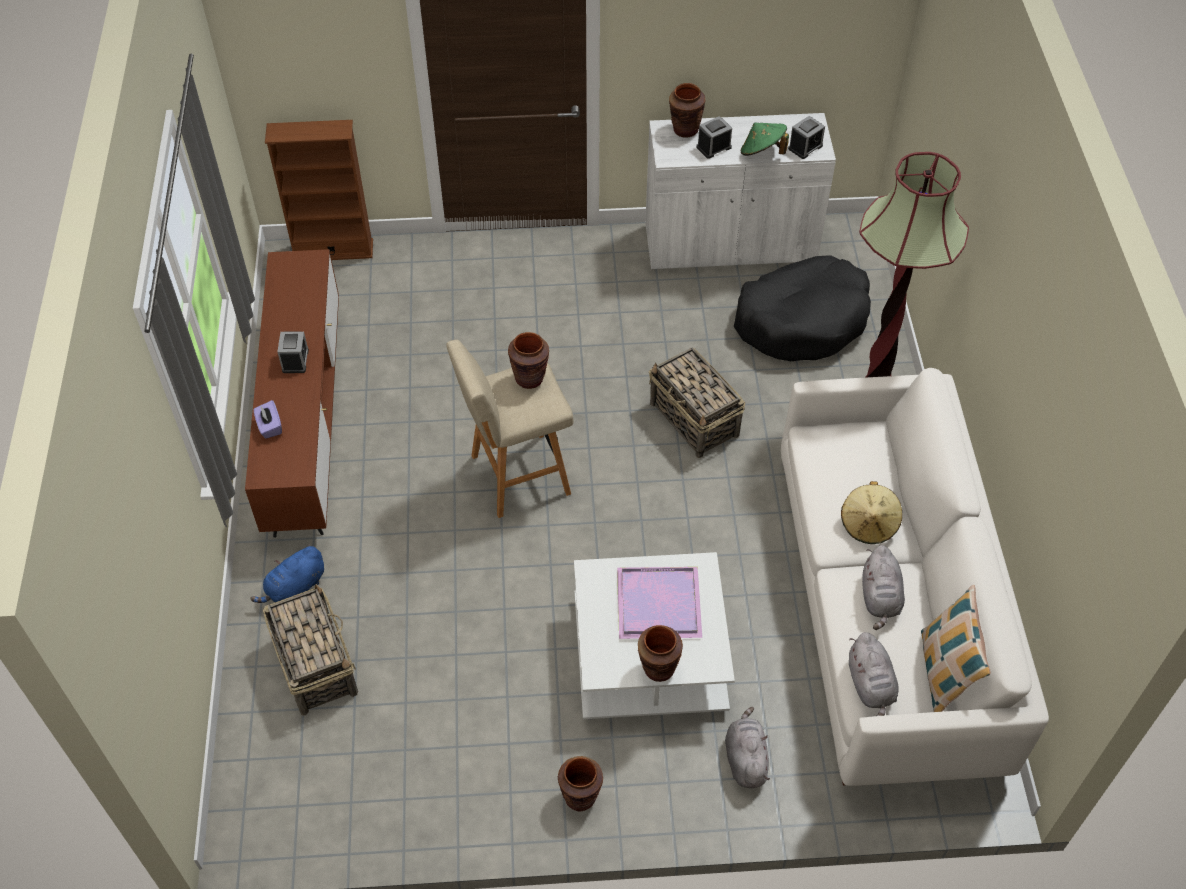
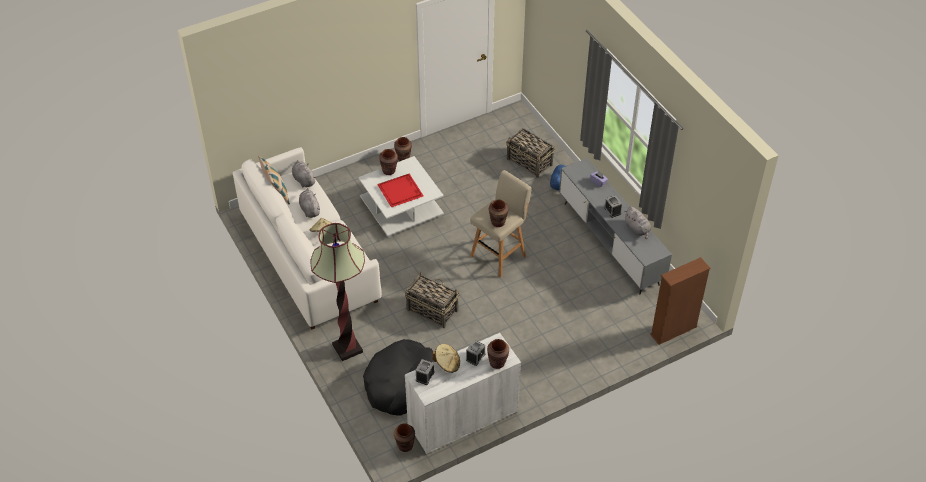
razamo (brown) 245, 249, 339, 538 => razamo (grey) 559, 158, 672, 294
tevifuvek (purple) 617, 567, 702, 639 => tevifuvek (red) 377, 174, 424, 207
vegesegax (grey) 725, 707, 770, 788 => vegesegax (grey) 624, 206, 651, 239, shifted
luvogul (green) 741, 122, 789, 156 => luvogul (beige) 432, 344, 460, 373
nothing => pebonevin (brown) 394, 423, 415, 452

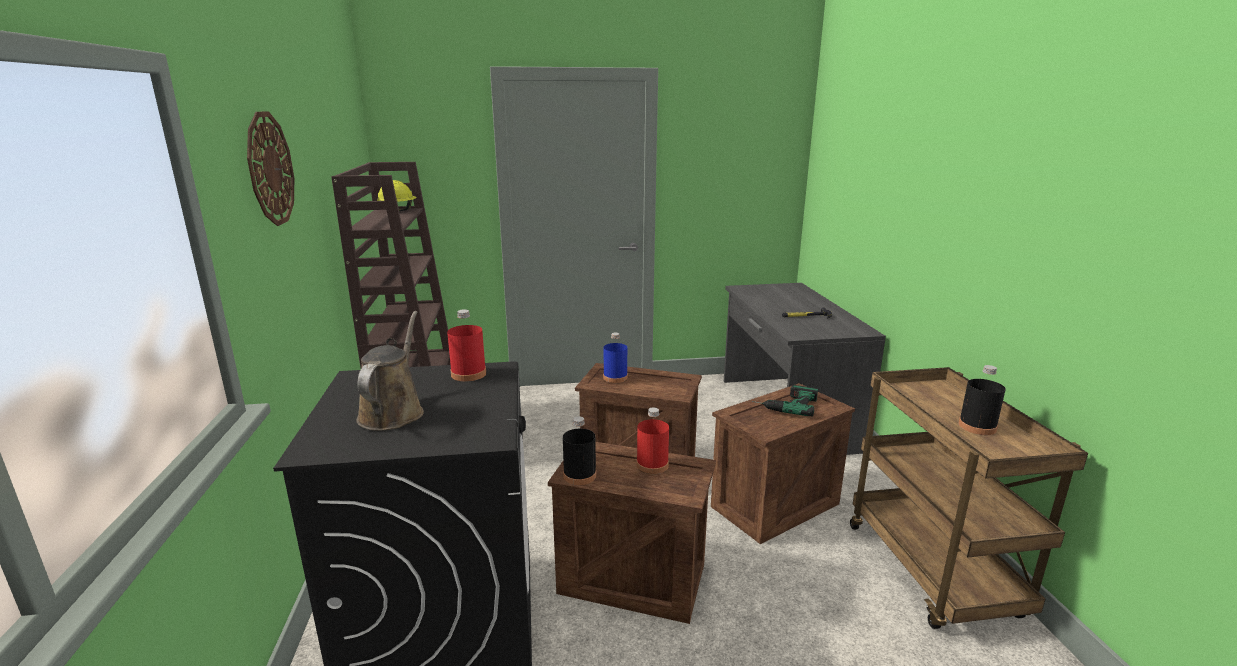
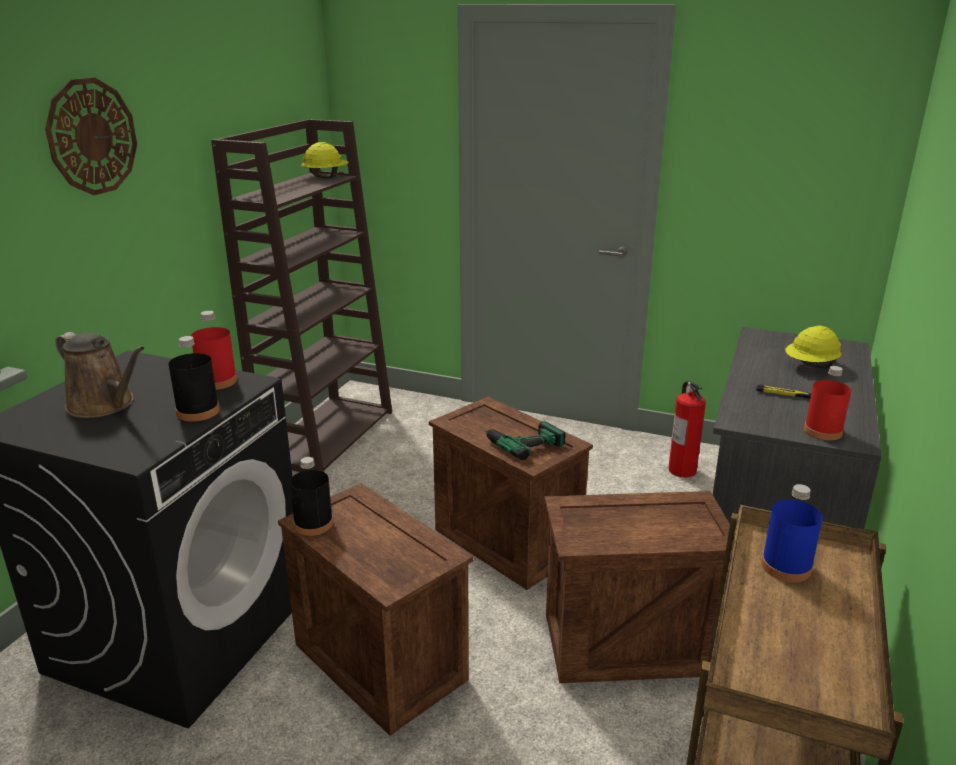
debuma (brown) 356, 311, 424, 431 => debuma (brown) 55, 332, 144, 418, 90 degrees clockwise
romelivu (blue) 603, 333, 628, 383 => romelivu (blue) 761, 484, 823, 583, shifted
romelivu (red) 636, 407, 669, 474 => romelivu (red) 804, 366, 851, 440, shifted
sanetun 752, 385, 818, 417 => sanetun 479, 421, 565, 460, shifted
romelivu (black) 959, 365, 1006, 435 => romelivu (black) 168, 336, 220, 422, shifted
nothing => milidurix 669, 380, 706, 478
nothing => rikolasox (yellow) 786, 326, 842, 368

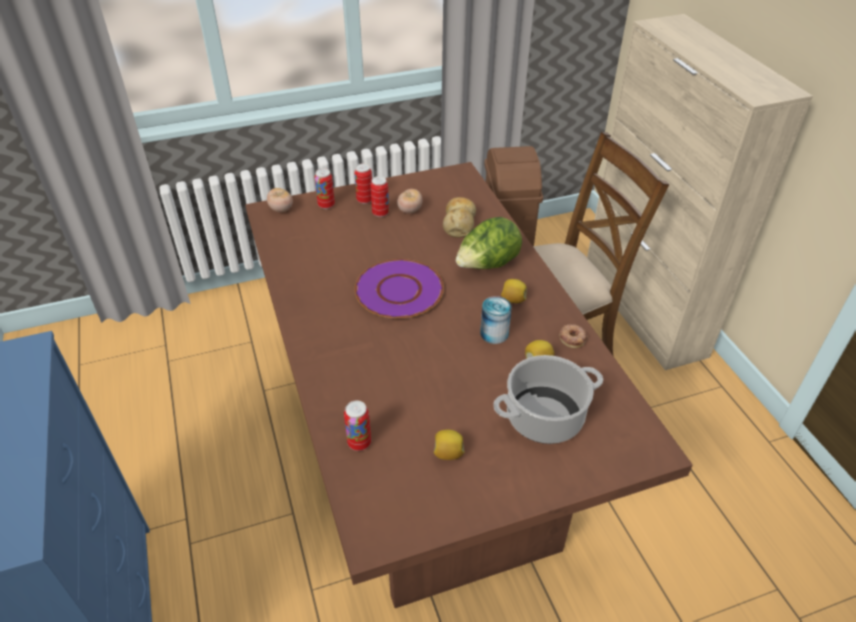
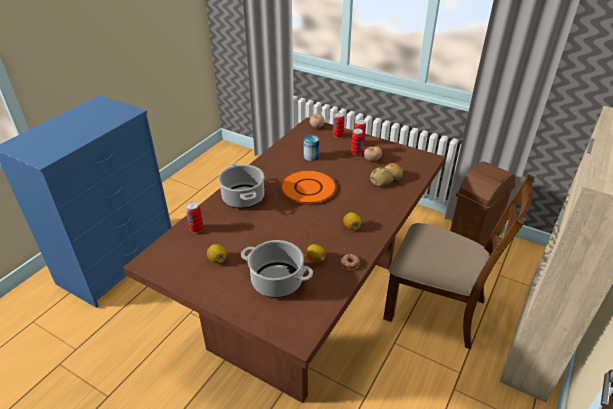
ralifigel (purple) 355, 259, 444, 319 => ralifigel (orange) 280, 170, 337, 204
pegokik 456, 217, 522, 269 => nothing
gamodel 480, 296, 512, 344 => gamodel 304, 135, 319, 161, shifted
nothing => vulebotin 218, 163, 264, 209

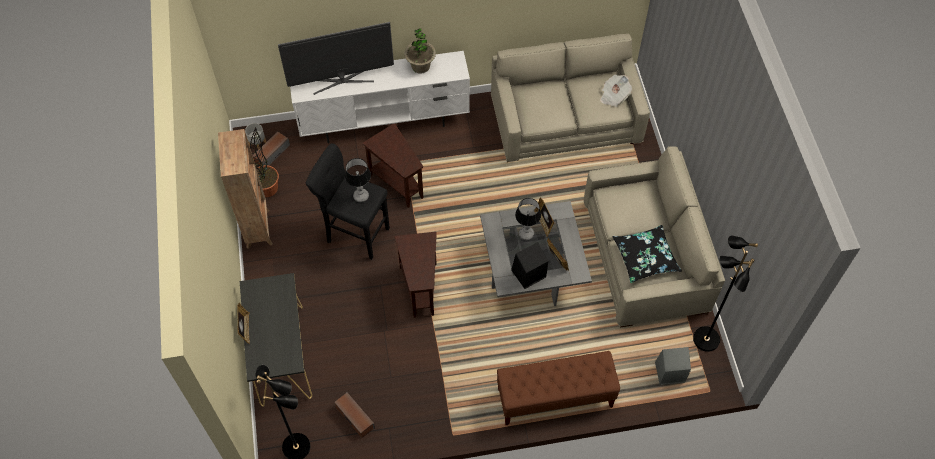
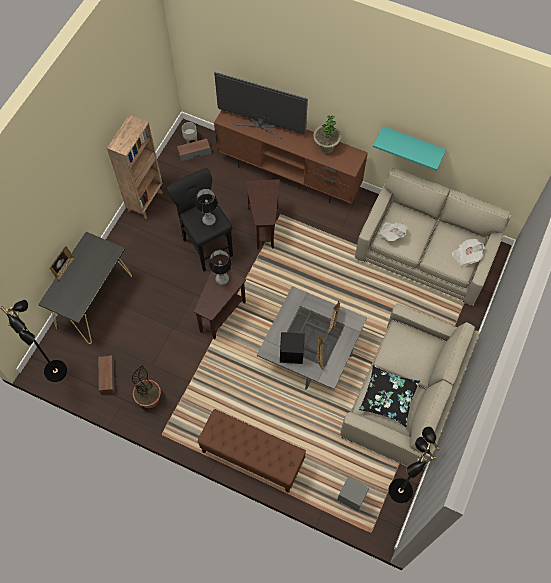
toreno 250, 127, 279, 198 => toreno 132, 365, 161, 409, shifted
razamo (white) 290, 51, 470, 144 => razamo (brown) 214, 110, 368, 204
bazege 515, 198, 541, 240 => bazege 209, 250, 232, 285, shifted
nothing => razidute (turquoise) 373, 126, 446, 171
nothing => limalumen 378, 222, 408, 241

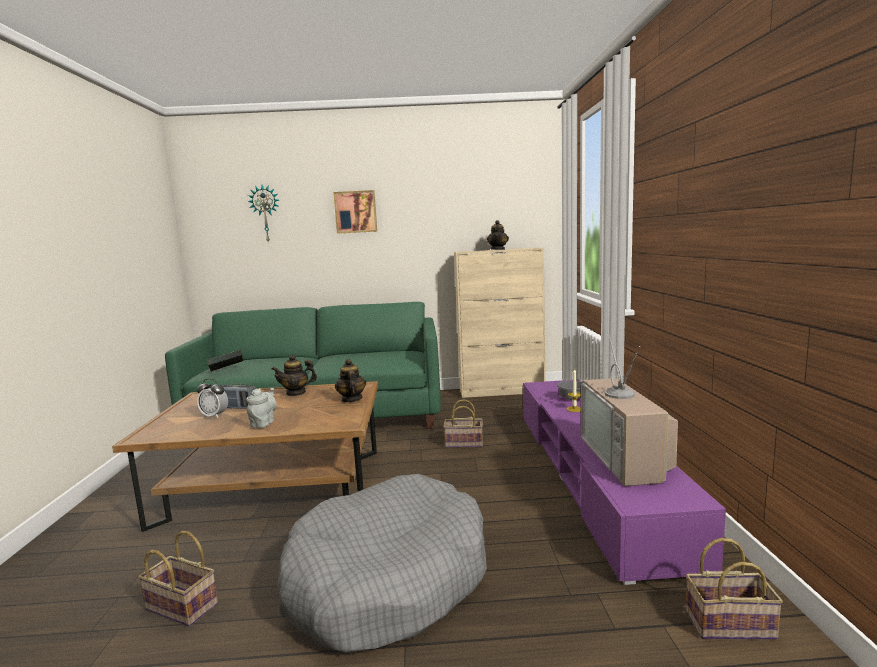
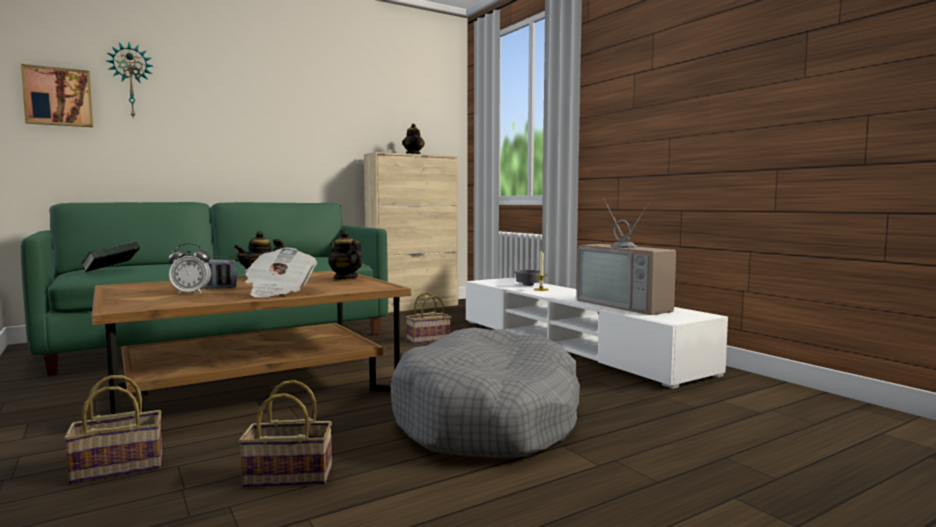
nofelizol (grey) 246, 388, 277, 428 => limalumen 245, 248, 317, 298
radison 333, 190, 377, 234 => radison 21, 64, 93, 127, shifted
razamo (purple) 523, 379, 726, 585 => razamo (white) 466, 277, 728, 389
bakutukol 686, 538, 783, 639 => bakutukol 64, 375, 162, 484, shifted

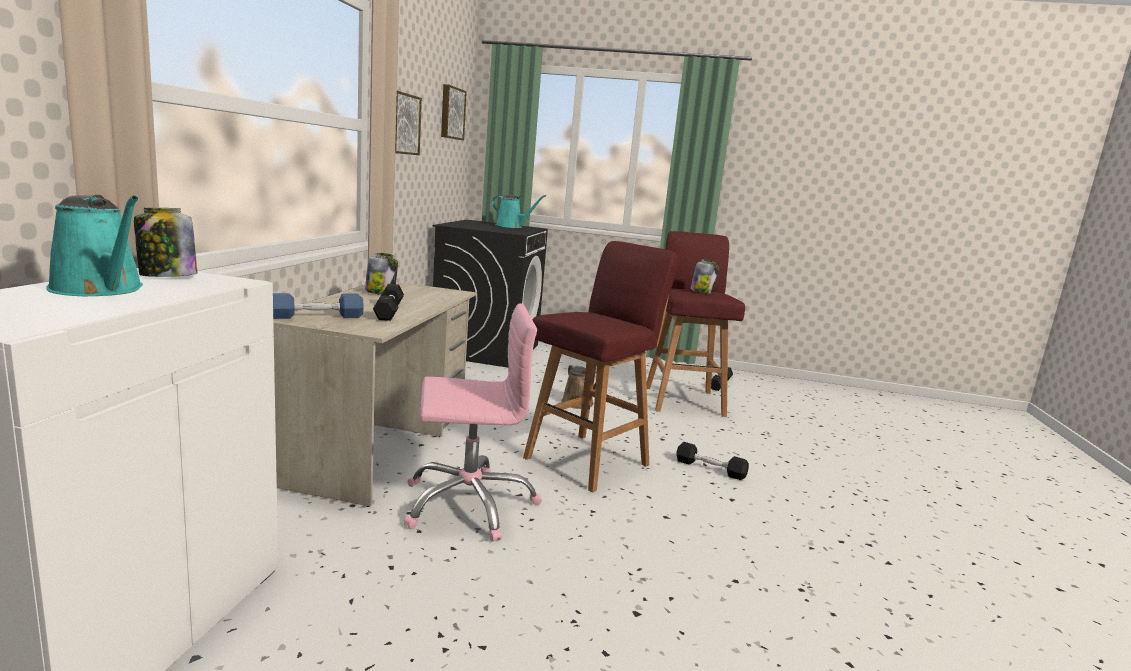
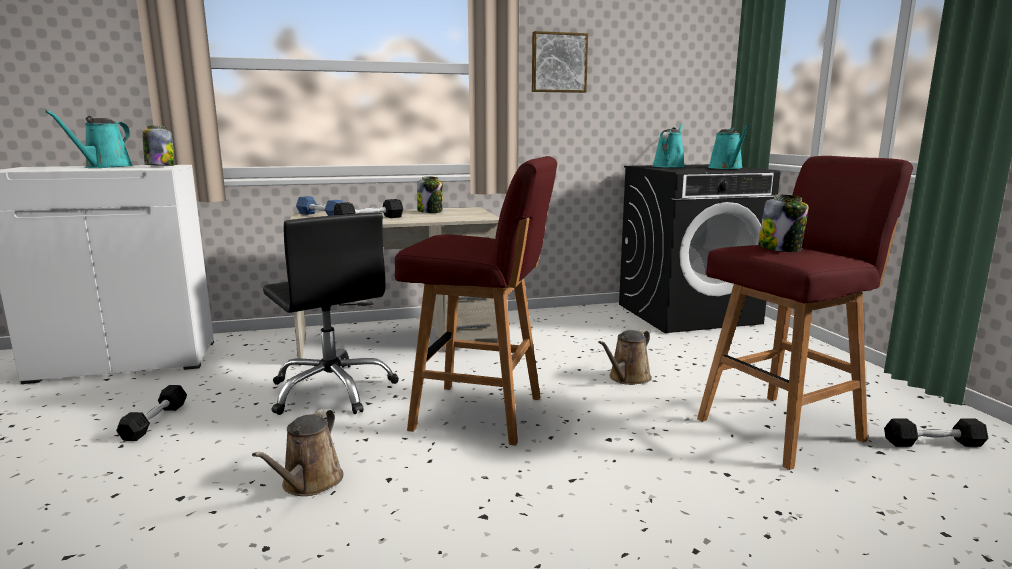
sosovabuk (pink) 404, 303, 542, 542 => sosovabuk (black) 263, 212, 399, 415
radison 441, 84, 467, 140 => nothing
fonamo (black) 676, 442, 749, 480 => fonamo (black) 116, 385, 187, 441, shifted
nothing => debuma (brown) 252, 409, 343, 496
nothing => debuma (turquoise) 652, 124, 685, 168

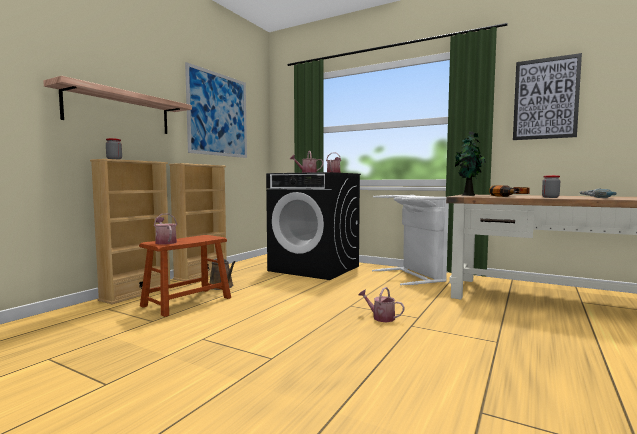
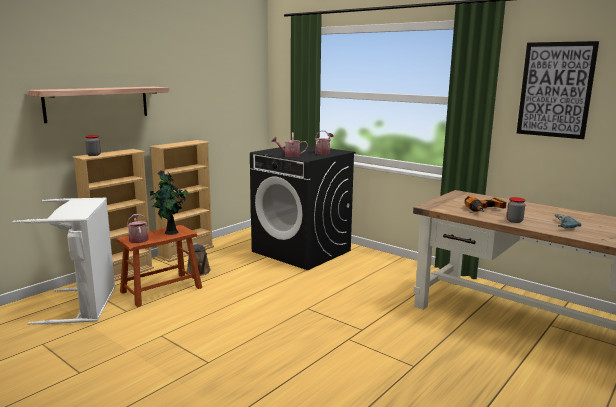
radison 185, 62, 247, 158 => nothing
debuma 358, 287, 405, 322 => nothing
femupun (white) 372, 195, 449, 285 => femupun (white) 12, 198, 115, 325, shifted
toreno 455, 131, 485, 196 => toreno 150, 170, 189, 235, shifted

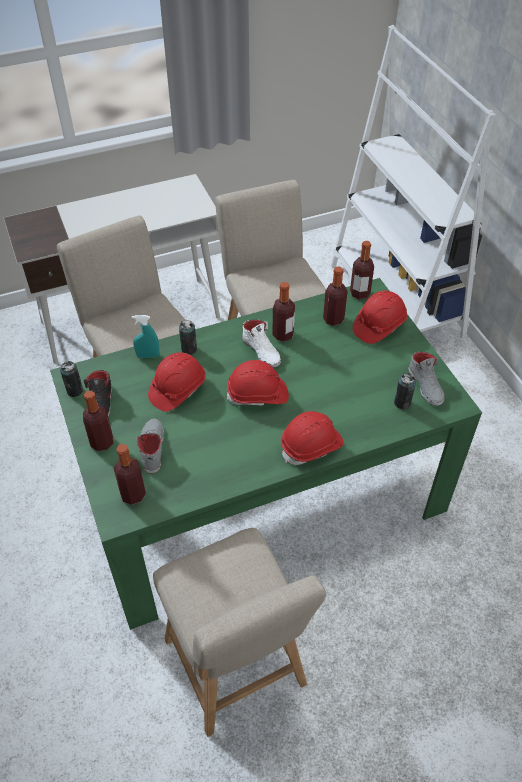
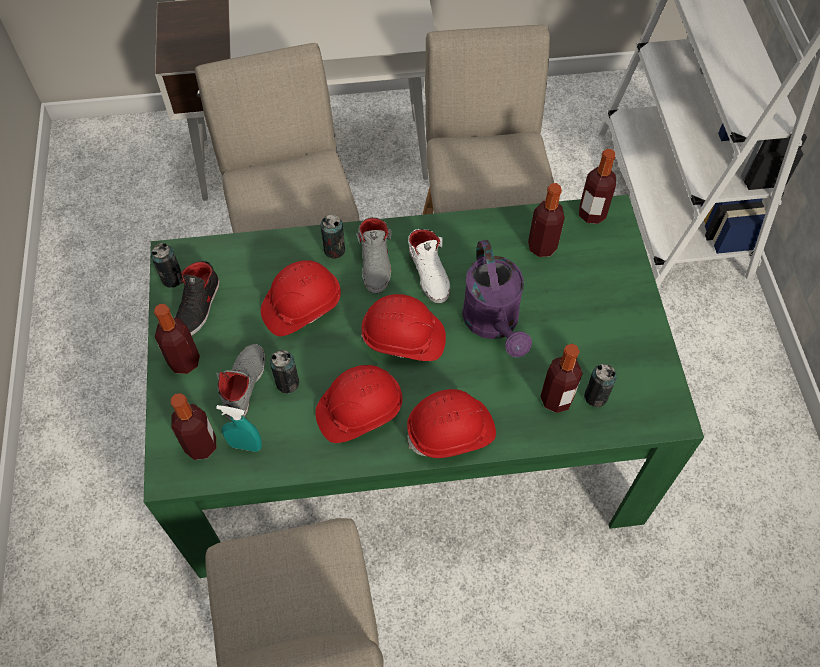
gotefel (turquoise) 132, 315, 159, 358 => gotefel (turquoise) 216, 405, 262, 452, shifted
romelivu 272, 282, 295, 342 => romelivu 540, 344, 583, 413, shifted
rikolasox (red) 353, 290, 407, 344 => rikolasox (red) 315, 365, 403, 443, shifted
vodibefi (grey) 408, 352, 444, 406 => vodibefi (grey) 357, 217, 392, 293, shifted
nothing => gamodel 270, 350, 299, 394
nothing => debuma (purple) 462, 240, 532, 357

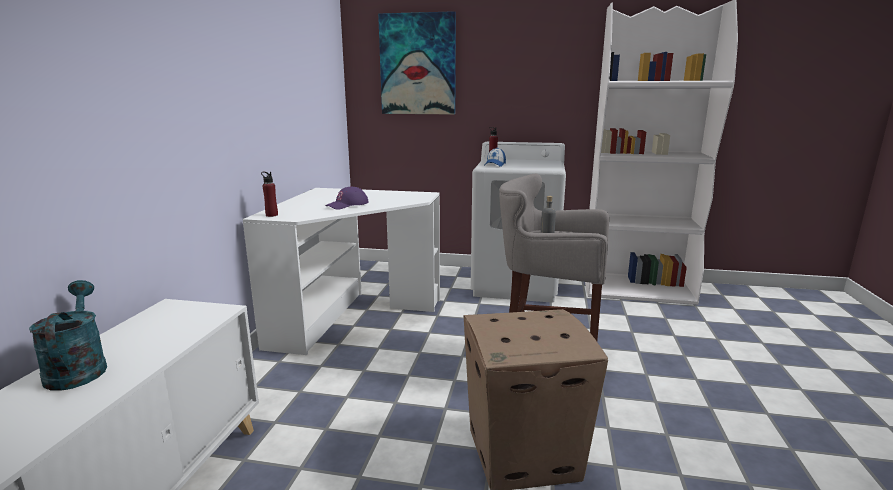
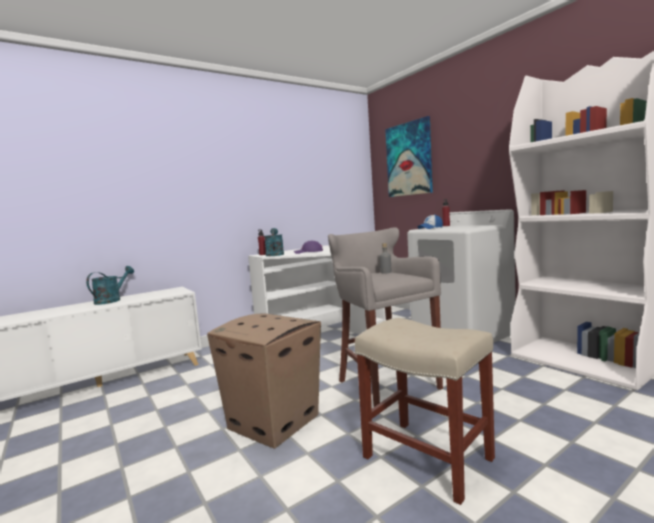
nothing => debuma (turquoise) 265, 228, 284, 256
nothing => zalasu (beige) 355, 318, 495, 505

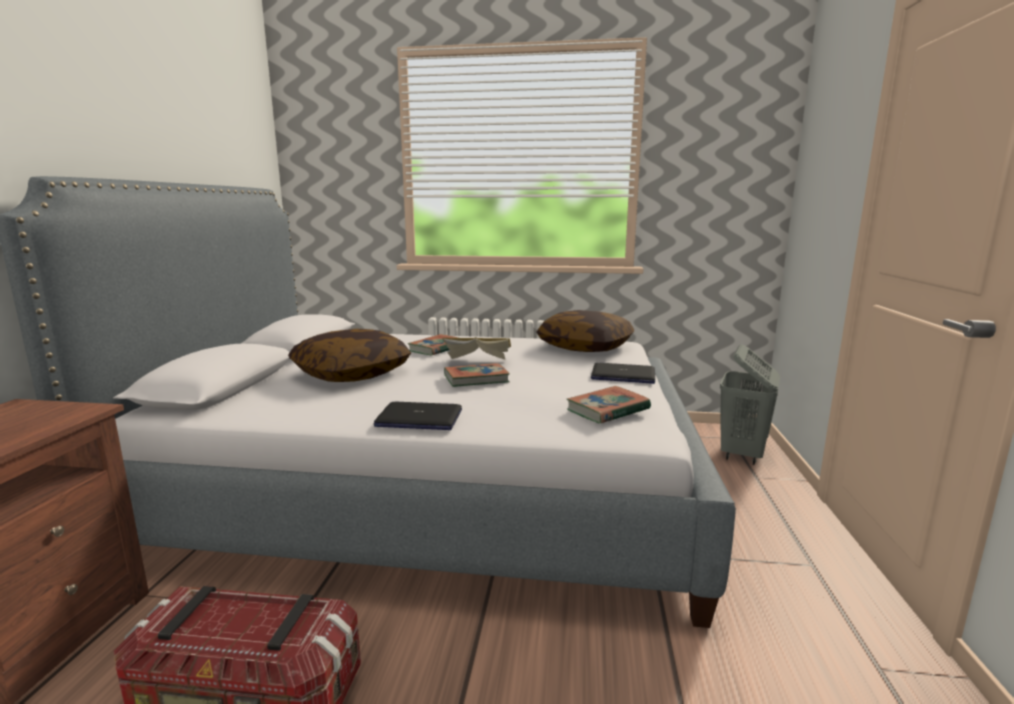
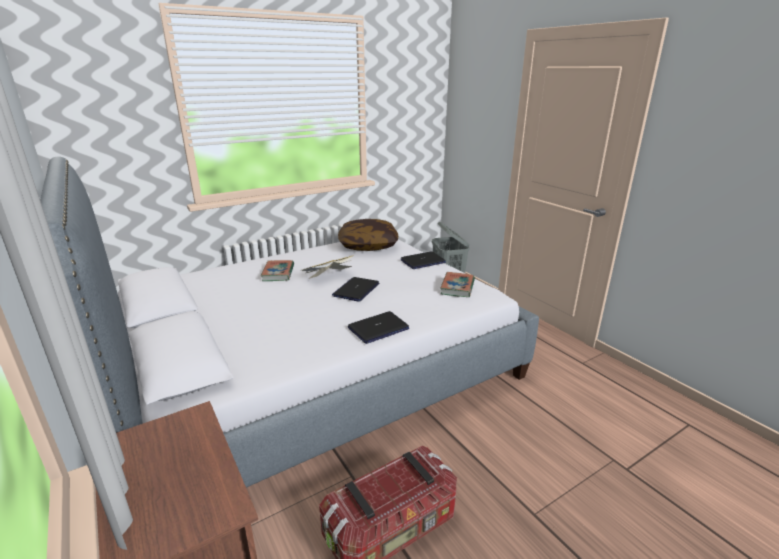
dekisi 288, 329, 411, 382 => nothing
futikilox 444, 363, 510, 387 => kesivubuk 332, 277, 379, 302

